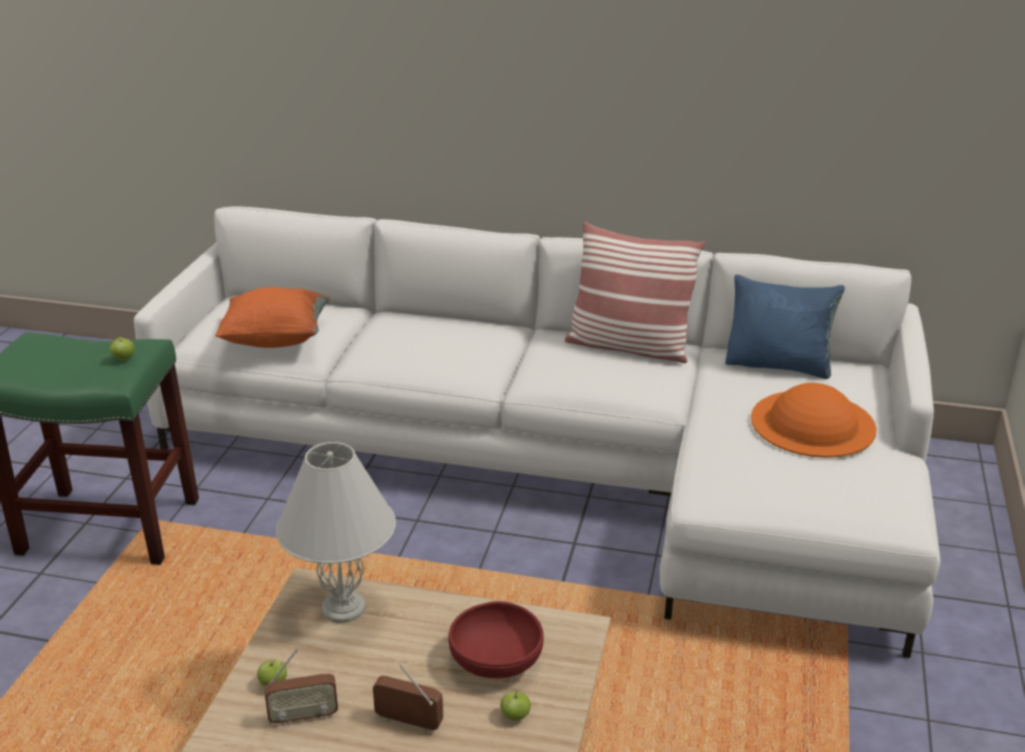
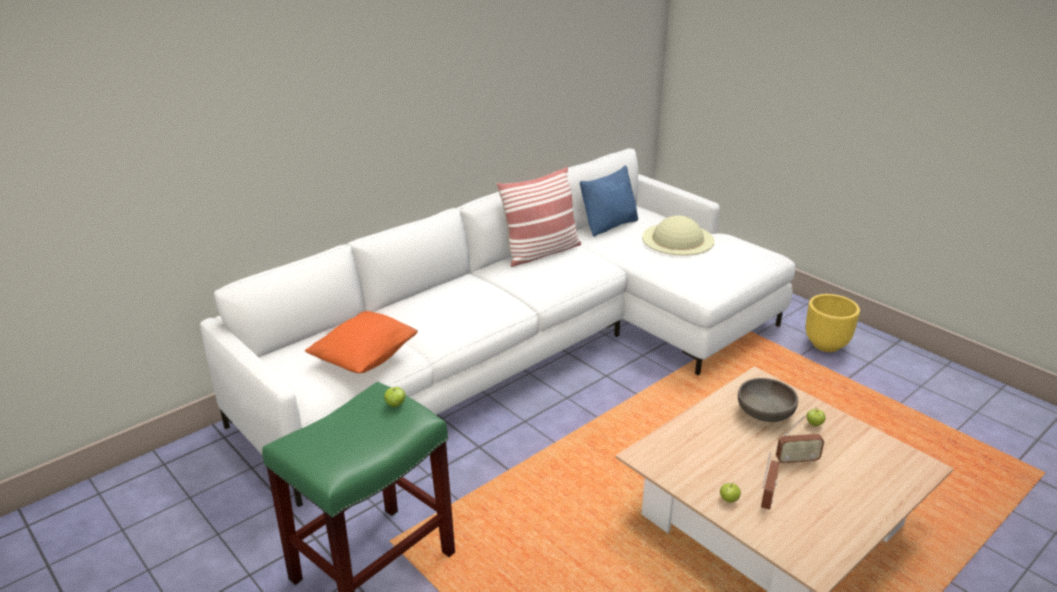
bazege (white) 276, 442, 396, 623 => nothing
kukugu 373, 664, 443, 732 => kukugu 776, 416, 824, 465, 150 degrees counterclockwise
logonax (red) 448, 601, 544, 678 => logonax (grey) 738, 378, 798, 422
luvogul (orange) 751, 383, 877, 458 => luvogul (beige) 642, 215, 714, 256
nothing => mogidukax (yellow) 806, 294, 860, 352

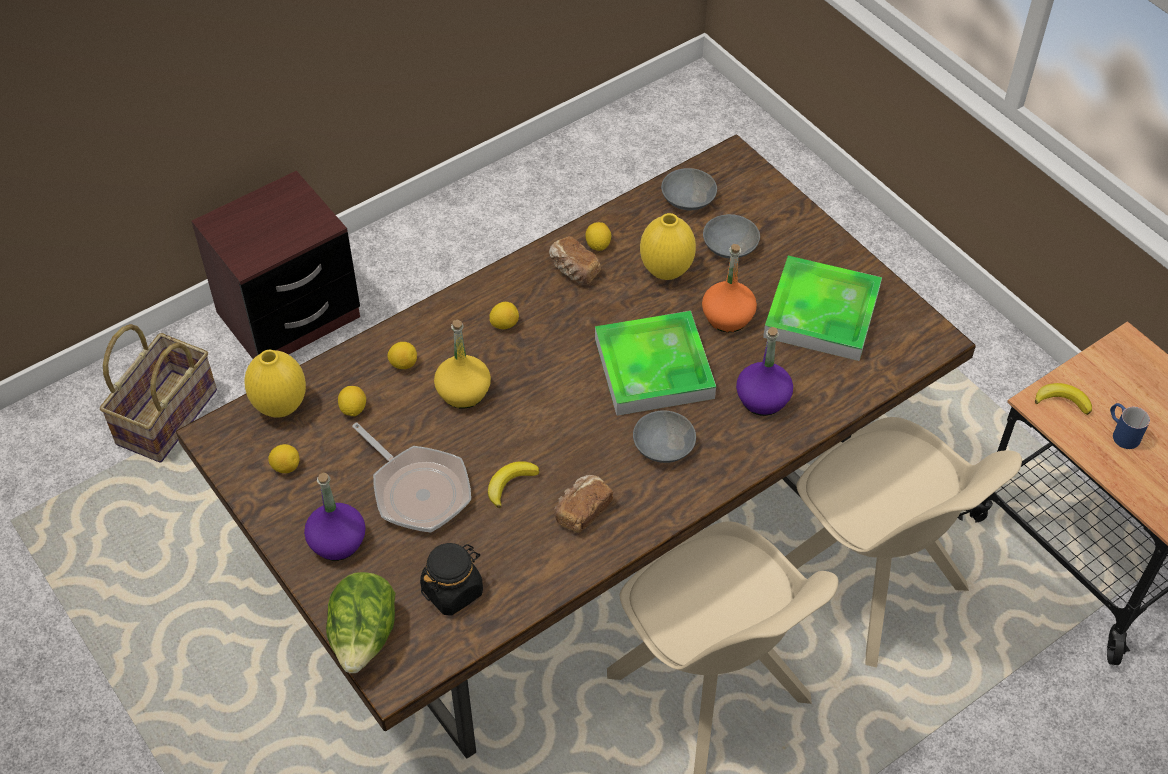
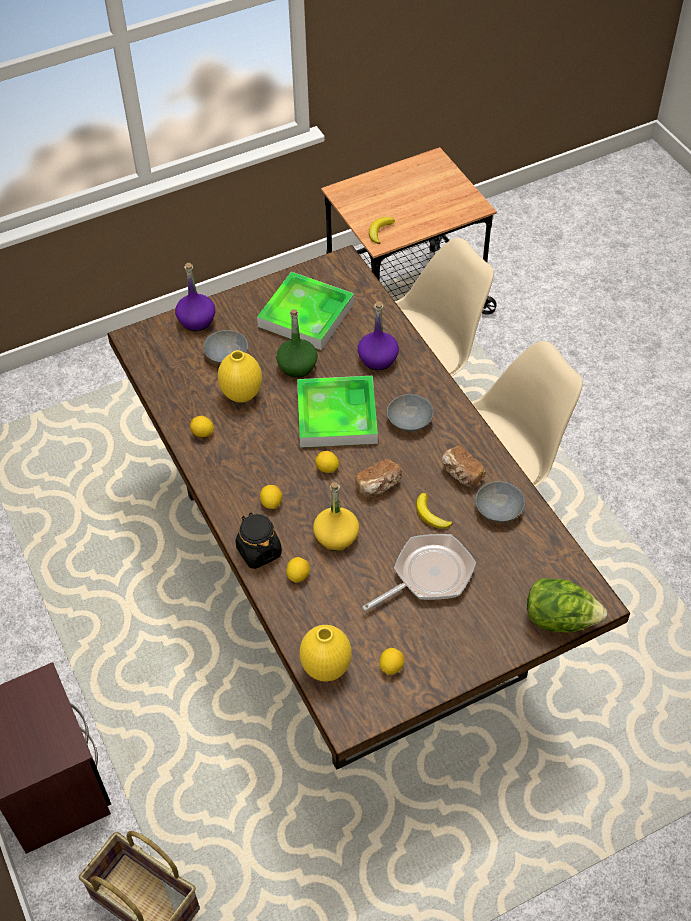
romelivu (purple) 304, 472, 366, 561 => romelivu (purple) 175, 263, 215, 331, shifted
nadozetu 338, 386, 366, 416 => nadozetu 315, 451, 339, 473, shifted
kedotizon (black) 420, 543, 483, 616 => kedotizon (black) 235, 513, 282, 569, shifted
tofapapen 549, 236, 601, 285 => tofapapen 355, 459, 402, 497, shifted
logonax (grey) 661, 168, 717, 211 => logonax (grey) 475, 481, 525, 522, shifted
romelivu (orange) 702, 244, 757, 332 => romelivu (green) 276, 309, 318, 378
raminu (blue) 1110, 403, 1150, 449 => nothing

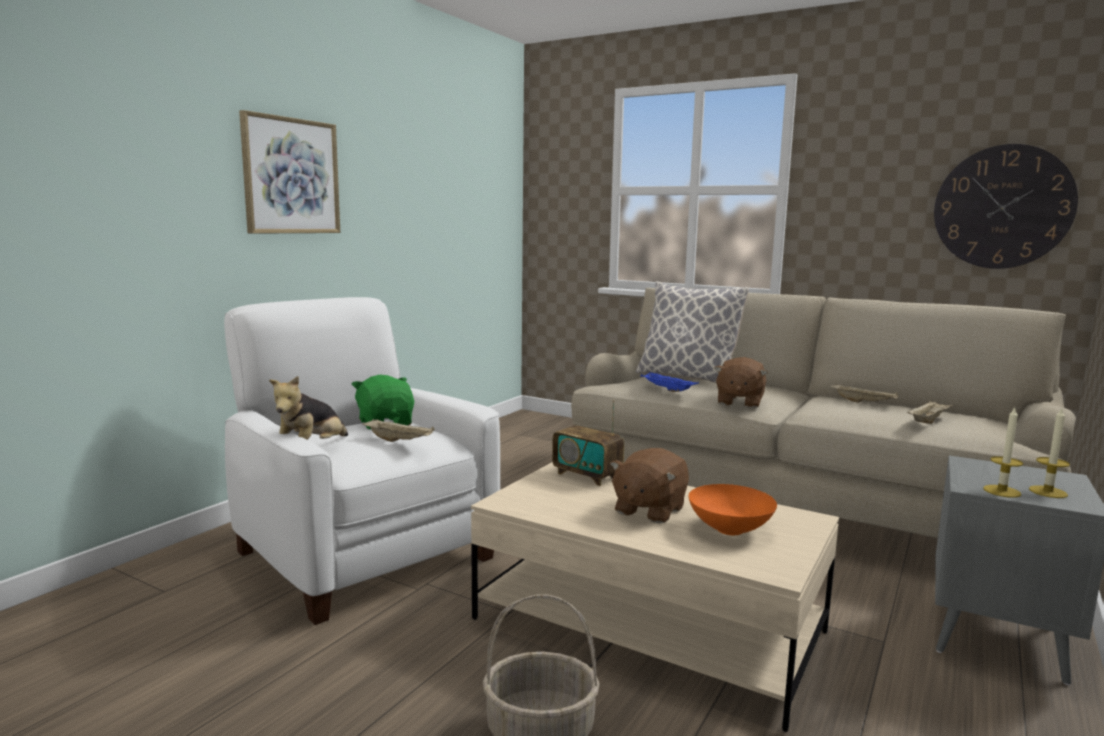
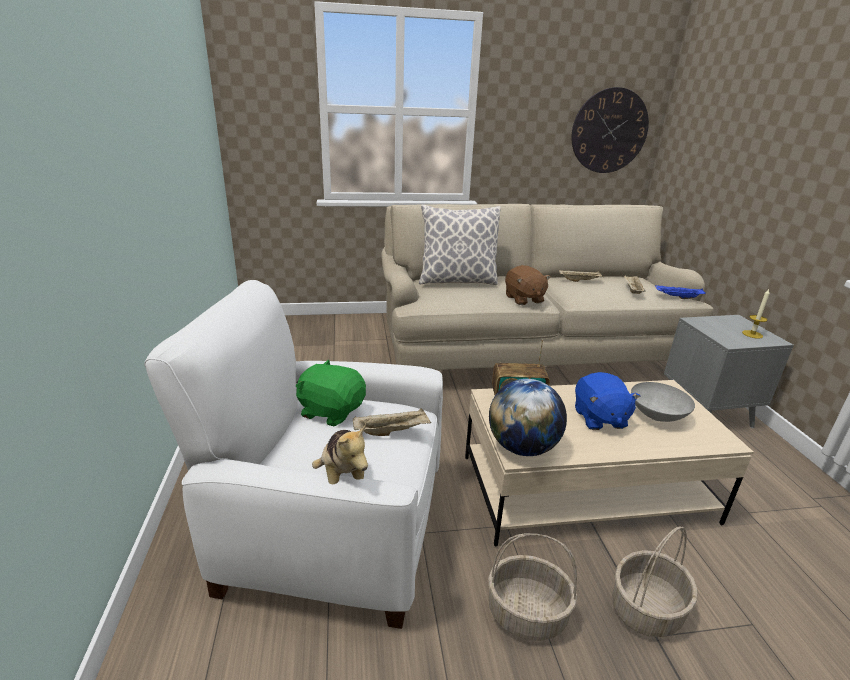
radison 239, 110, 340, 234 => nothing
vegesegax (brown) 610, 448, 689, 523 => vegesegax (blue) 575, 372, 640, 430
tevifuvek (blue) 640, 372, 699, 392 => tevifuvek (blue) 655, 285, 706, 299, shifted
logonax (orange) 689, 484, 777, 535 => logonax (grey) 631, 382, 695, 422
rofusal 983, 407, 1023, 498 => nothing
nothing => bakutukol 488, 533, 577, 641
nothing => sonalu 489, 379, 567, 456

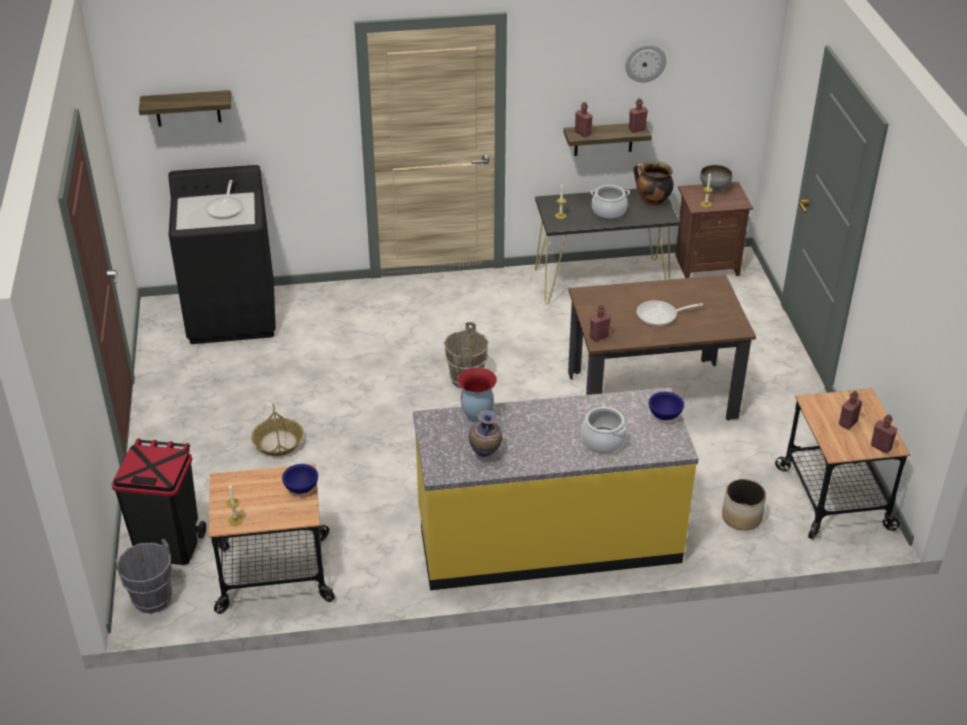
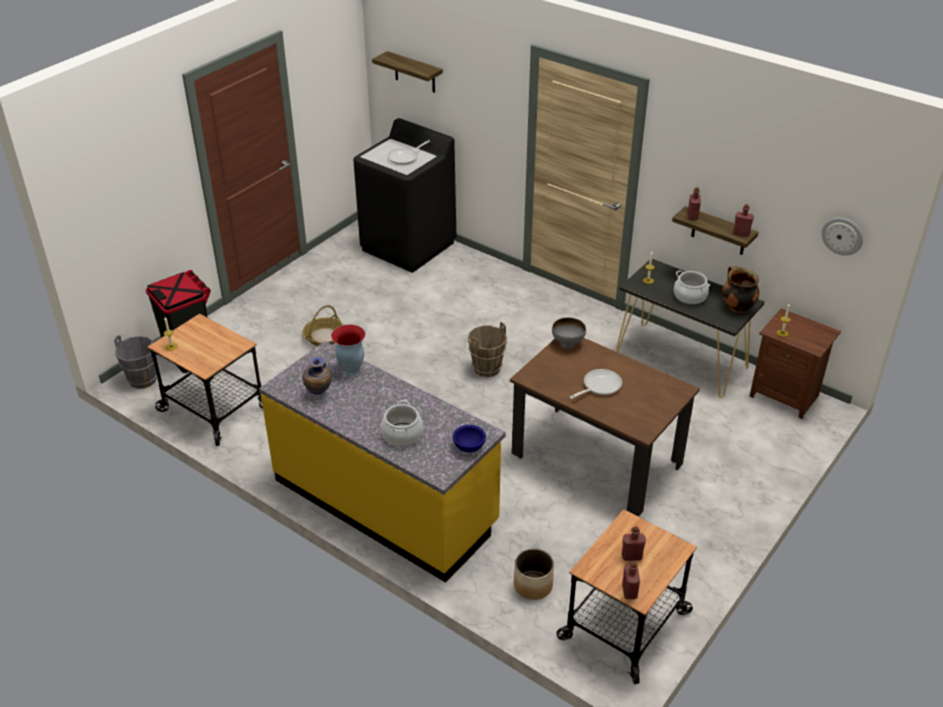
logonax (blue) 282, 464, 318, 494 => nothing
romelivu (red) 590, 305, 611, 341 => nothing
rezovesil 625, 44, 666, 82 => rezovesil 821, 218, 863, 256, shifted
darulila 637, 300, 703, 326 => darulila 570, 369, 622, 399, 105 degrees clockwise
logonax (grey) 700, 165, 732, 193 => logonax (grey) 552, 317, 586, 349, shifted

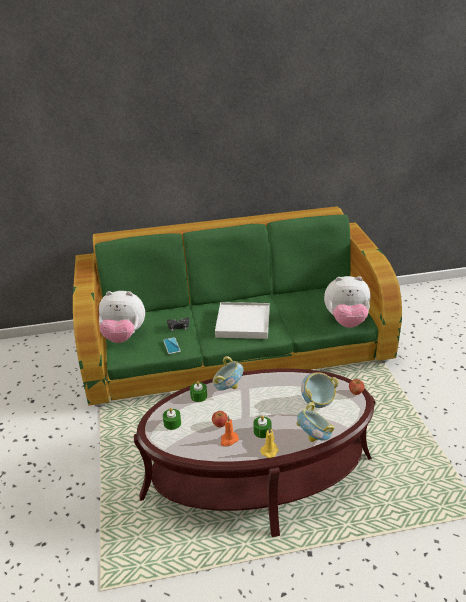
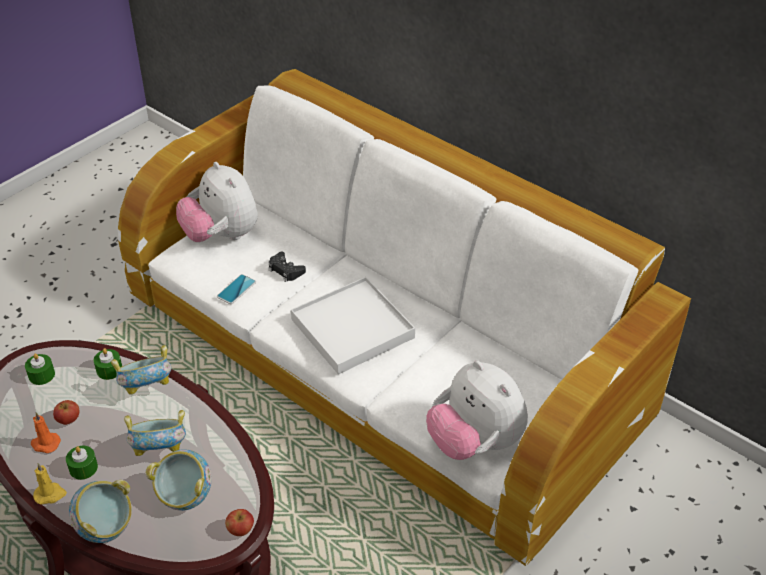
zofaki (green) 73, 206, 402, 407 => zofaki (white) 118, 69, 691, 566
nothing => logonax 124, 410, 186, 456

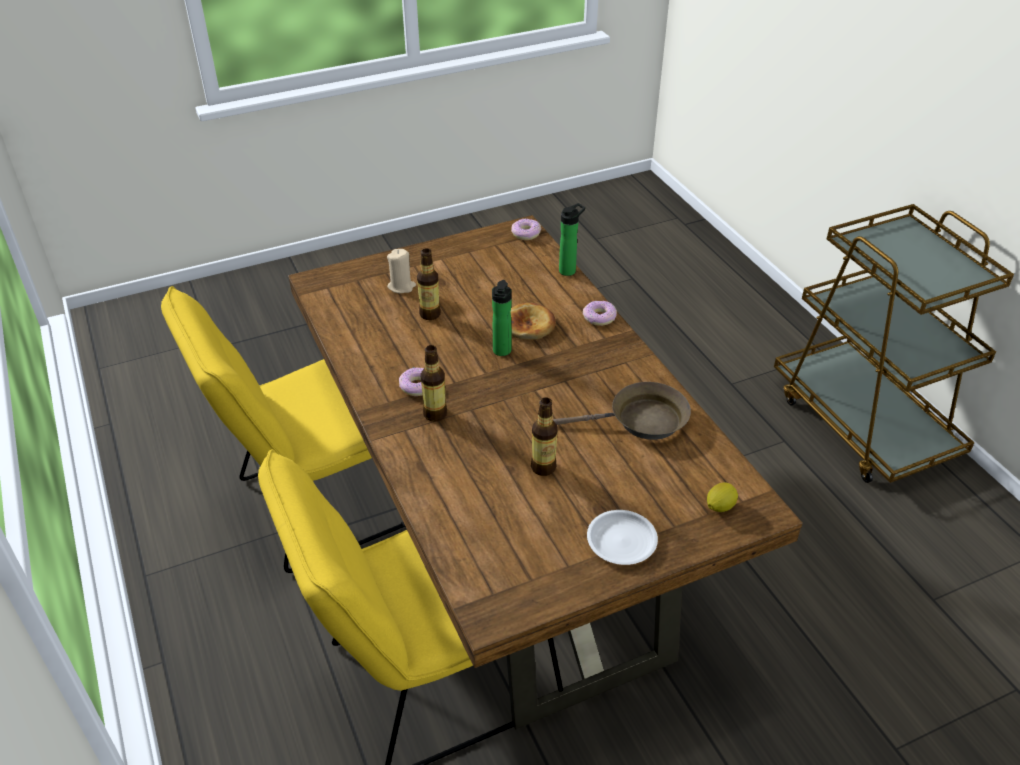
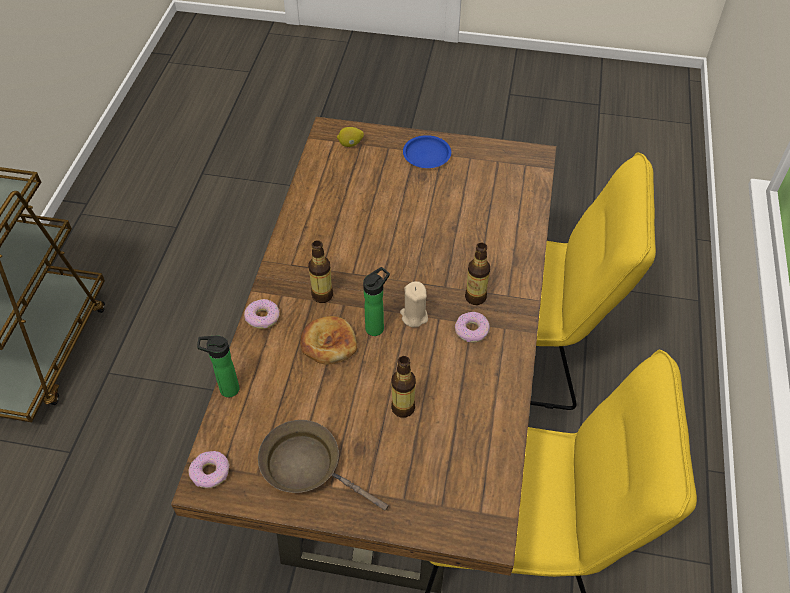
rofusal (beige) 387, 249, 416, 293 => rofusal (beige) 400, 281, 428, 328, shifted
romelivu 531, 397, 558, 476 => romelivu 308, 240, 333, 303, shifted
darulila (brown) 553, 382, 691, 440 => darulila (brown) 258, 420, 389, 511, shifted
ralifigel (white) 587, 510, 658, 565 => ralifigel (blue) 403, 135, 451, 168

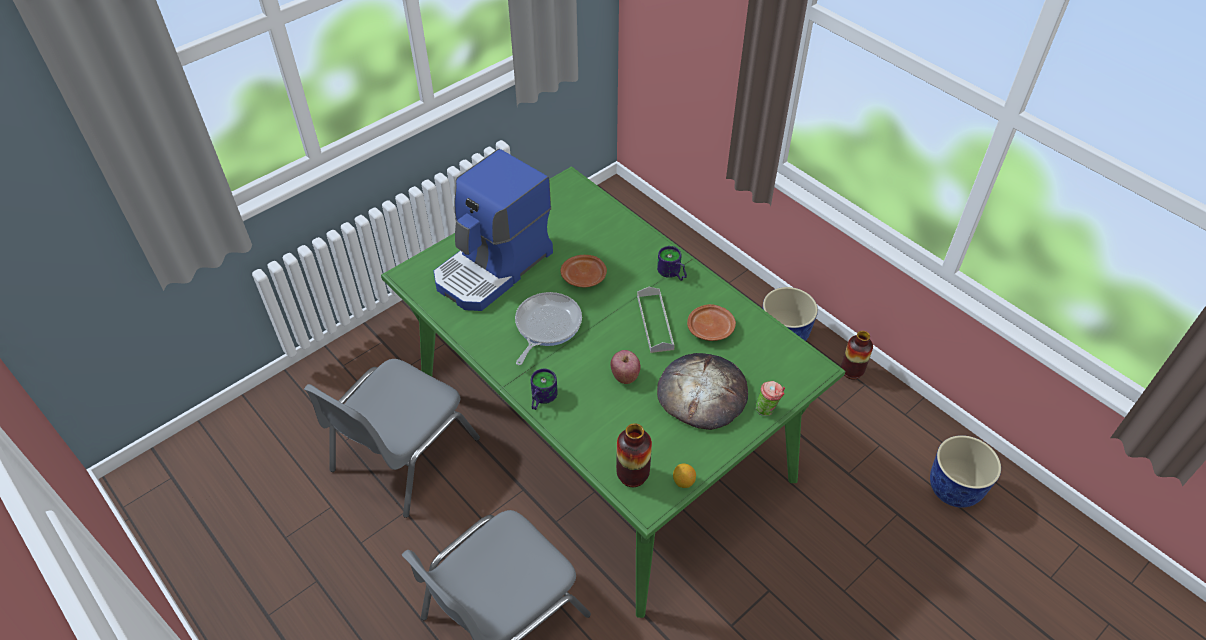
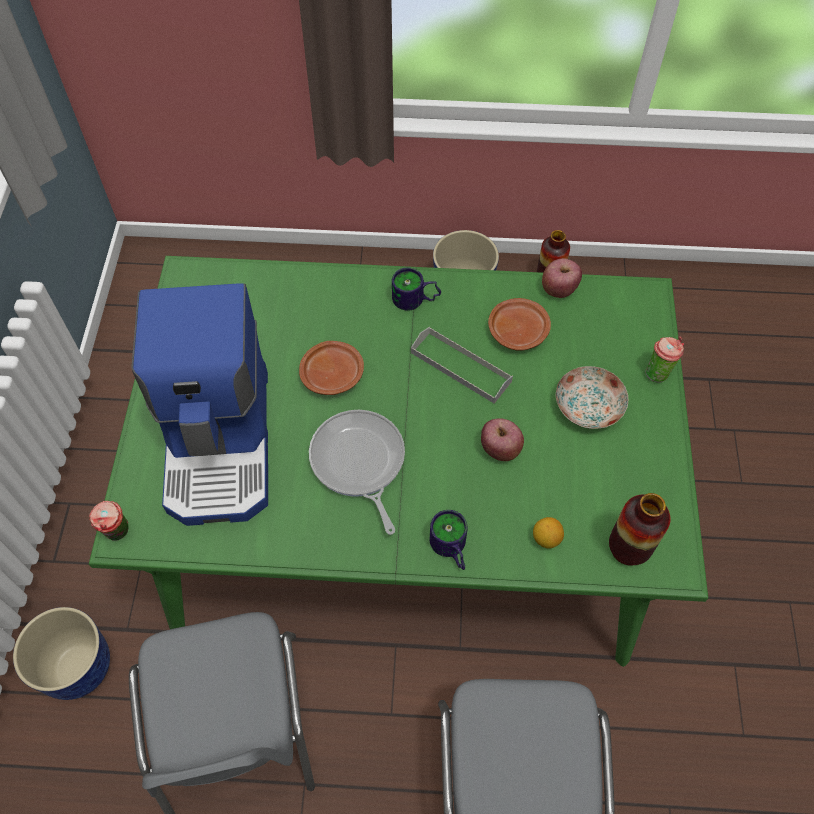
tofapapen 657, 353, 748, 430 => ralifigel 556, 366, 628, 429
nadozetu 673, 464, 696, 488 => nadozetu 533, 517, 564, 549, shifted
mogidukax 930, 435, 1001, 508 => mogidukax 13, 607, 110, 700, shifted
nothing => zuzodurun 89, 501, 129, 541
nothing => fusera 542, 258, 582, 298

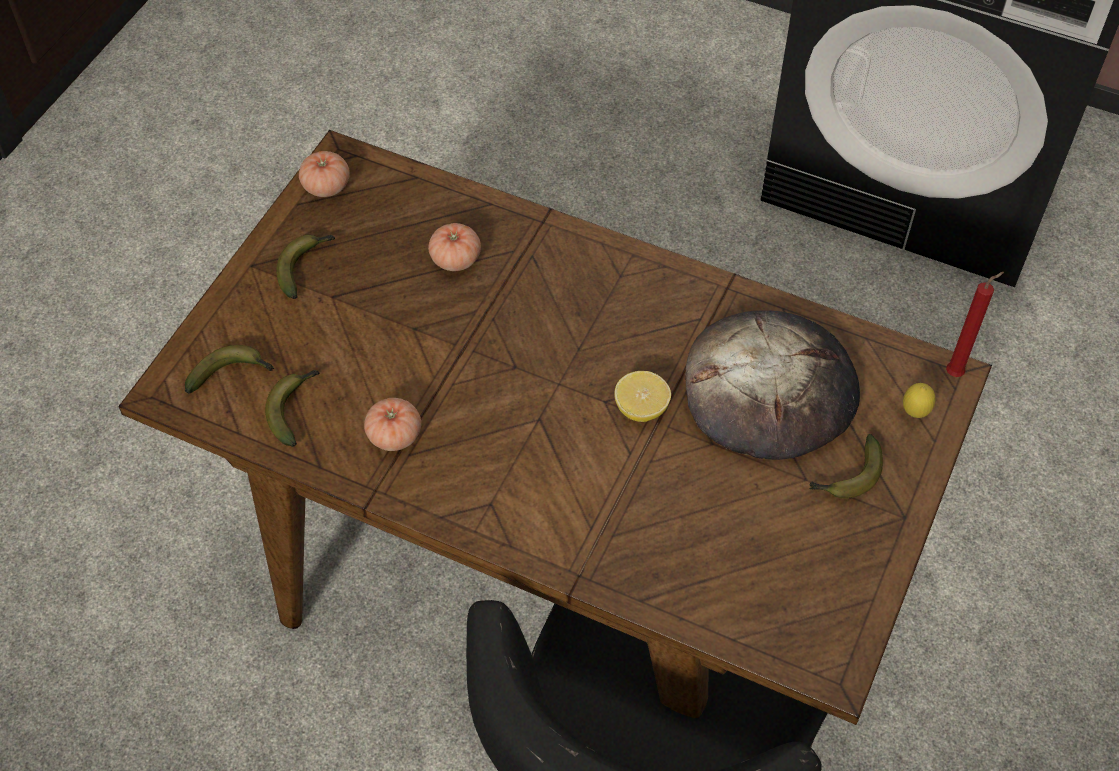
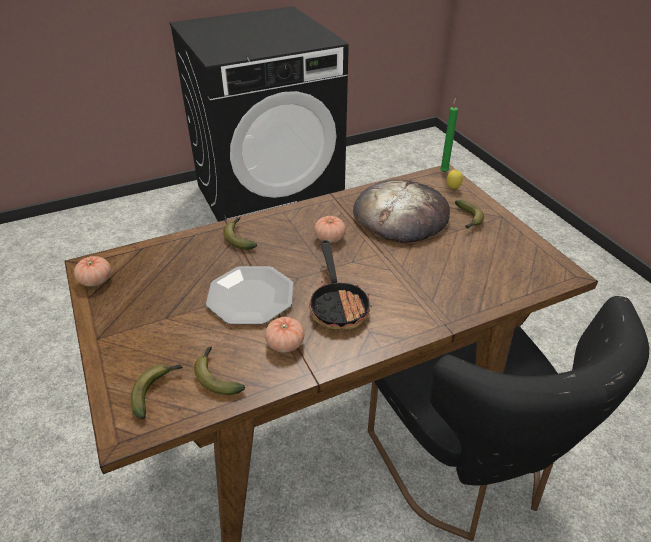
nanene 276, 235, 335, 299 => nanene 223, 217, 257, 250, shifted
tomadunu 428, 223, 481, 271 => tomadunu 314, 216, 346, 243, shifted
nadozetu 614, 371, 671, 422 => nothing
rofusal (red) 946, 272, 1004, 377 => rofusal (green) 440, 97, 458, 172
nothing => ralifigel 206, 266, 293, 324
nothing => darulila 309, 240, 372, 329

